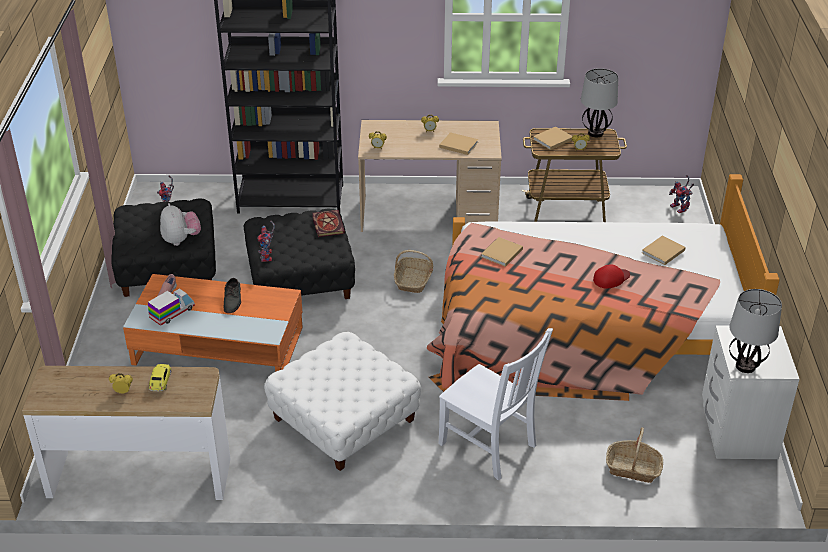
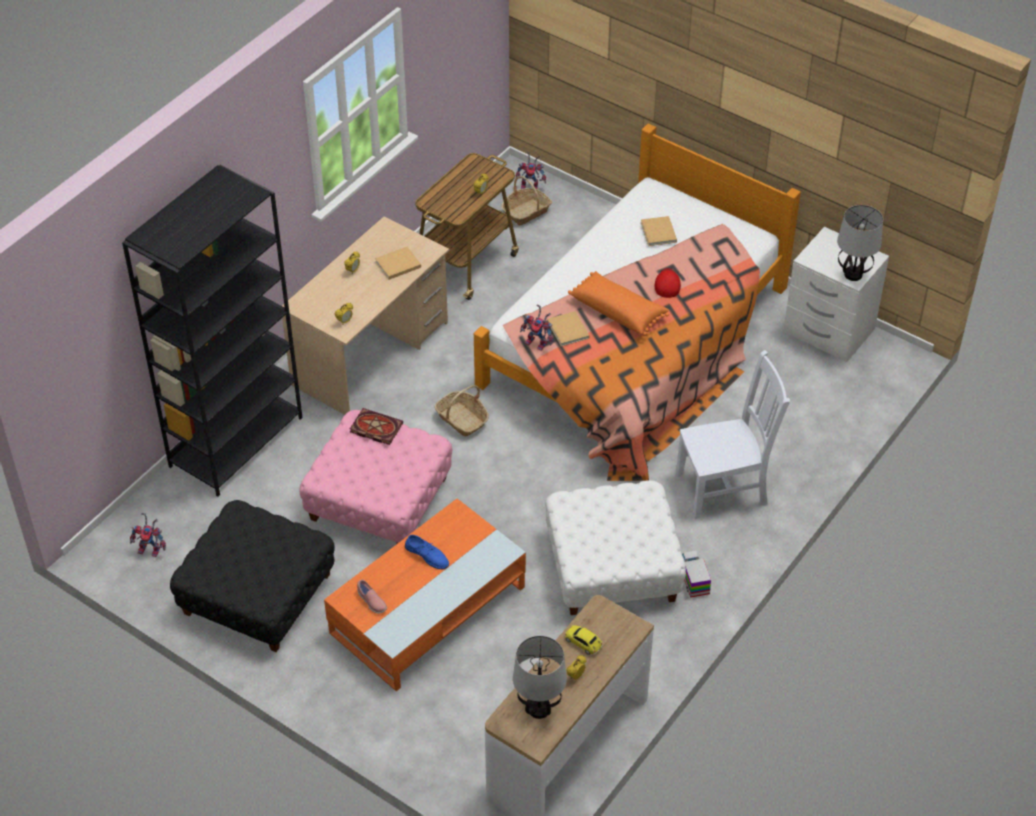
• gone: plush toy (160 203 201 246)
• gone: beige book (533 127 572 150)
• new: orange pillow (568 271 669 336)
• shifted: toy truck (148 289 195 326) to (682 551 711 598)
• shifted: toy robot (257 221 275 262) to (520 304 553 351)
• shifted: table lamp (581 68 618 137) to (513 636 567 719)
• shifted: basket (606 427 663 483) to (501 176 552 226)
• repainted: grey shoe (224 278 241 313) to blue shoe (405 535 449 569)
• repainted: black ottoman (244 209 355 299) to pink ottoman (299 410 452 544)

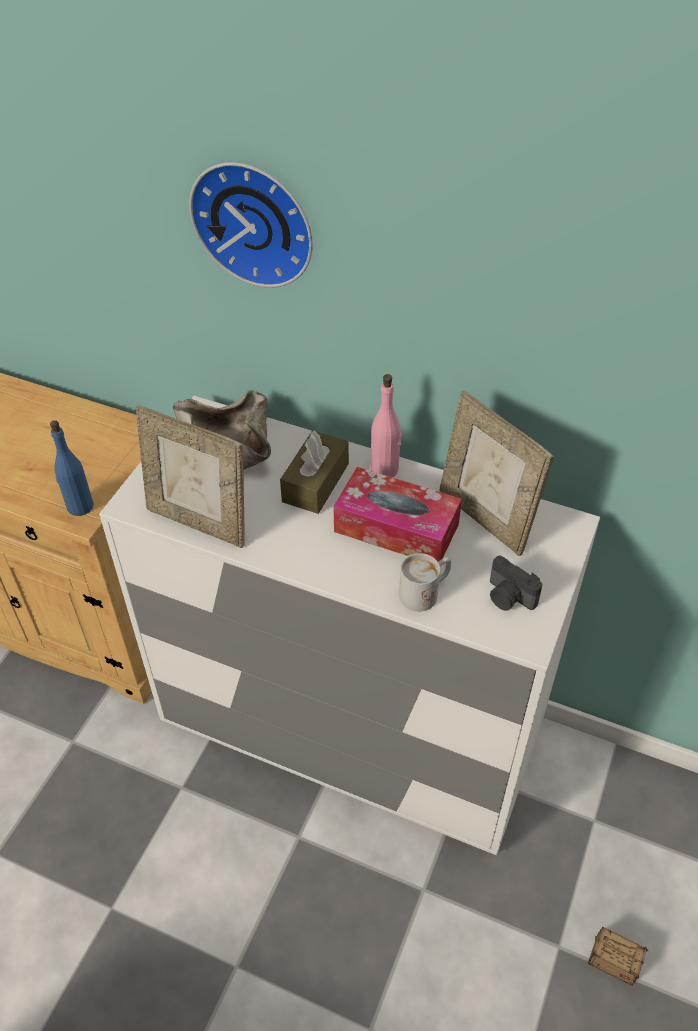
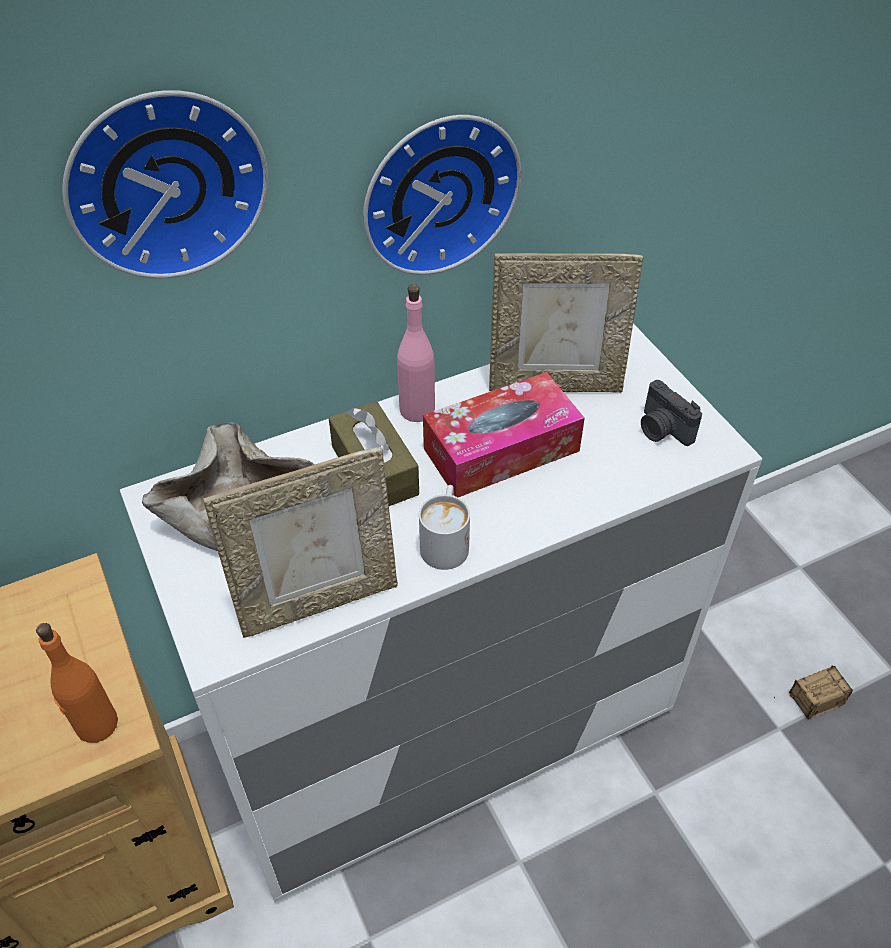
• new: wall clock (363 115 521 275)
• shifted: white mug (399 553 451 612) to (419 485 470 570)
• repainted: blue bottle (50 420 94 516) to orange bottle (36 623 118 743)
• rotated: photo camera (490 556 543 611) = (641 380 702 446) 60 degrees clockwise

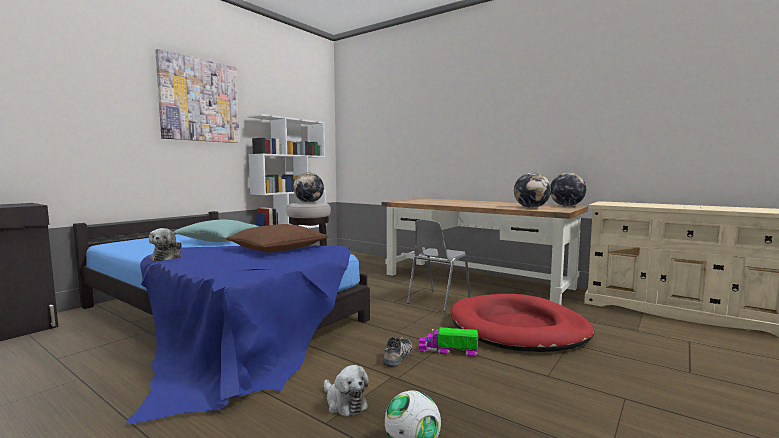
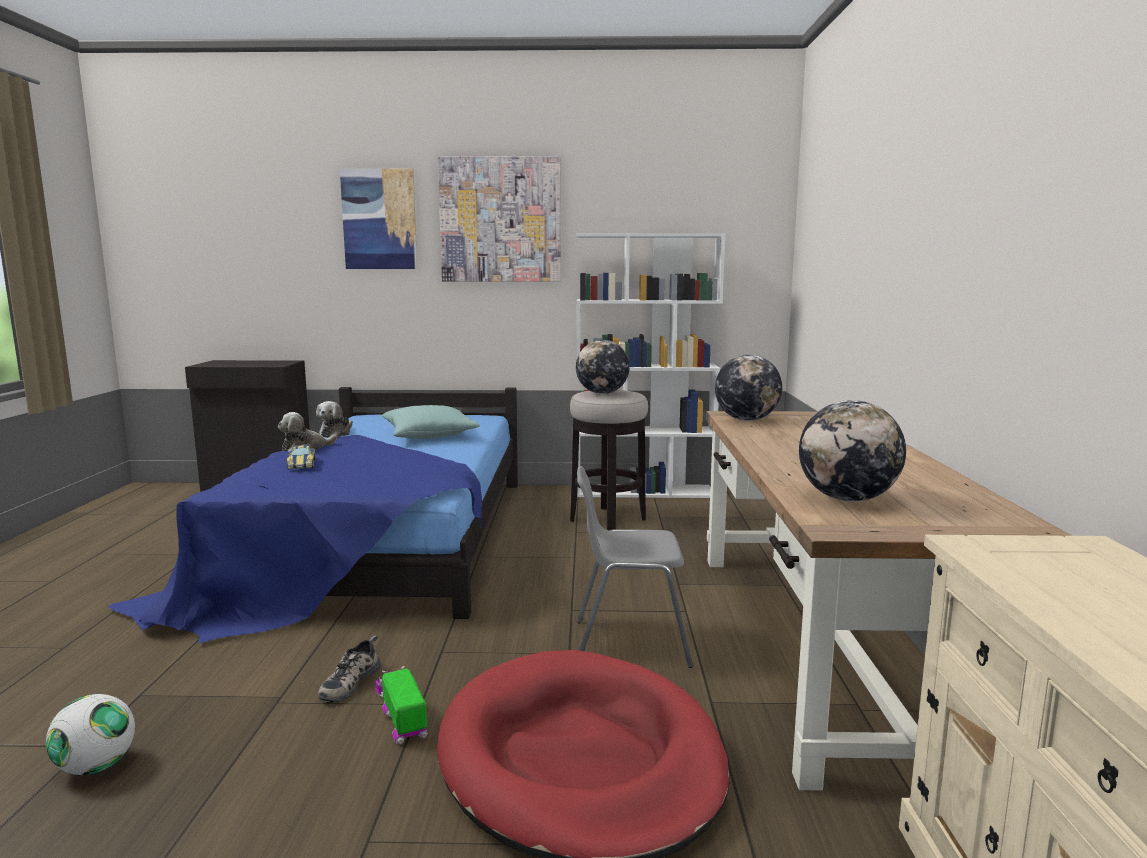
• gone: brown pillow (226 224 328 252)
• new: toy car (287 445 316 470)
• new: picture (340 169 418 269)
• shifted: plush toy (324 365 369 416) to (316 401 353 438)
• shifted: globe (550 172 586 206) to (715 355 782 421)
• rotated: shoe (383 337 413 367) = (318 636 380 703) 120 degrees clockwise

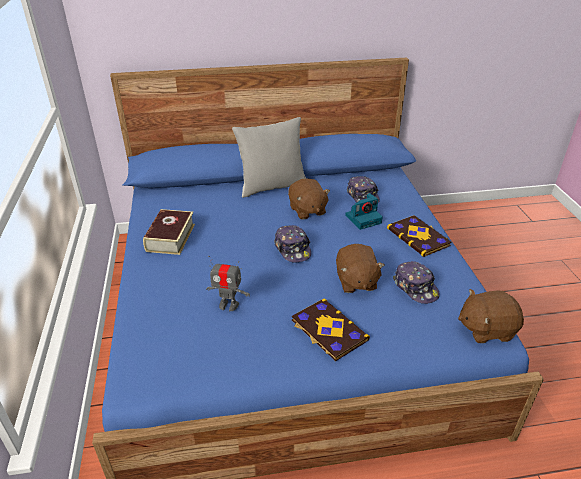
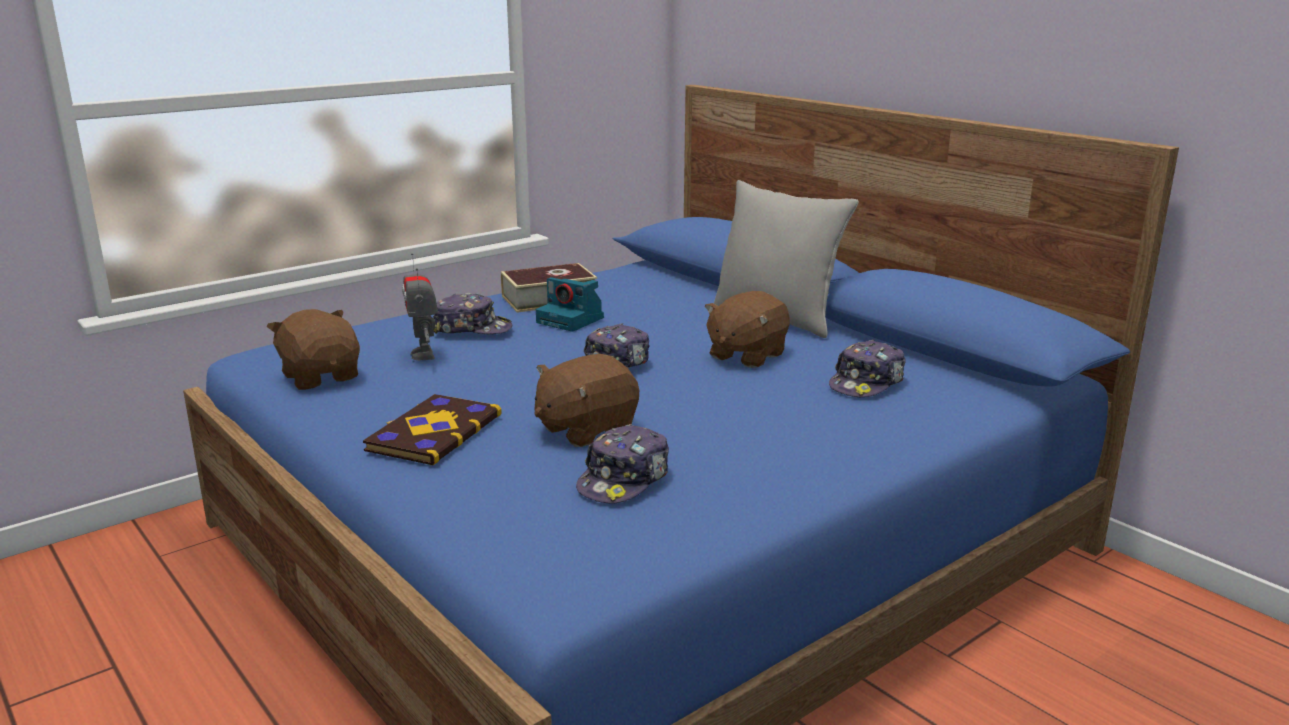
• gone: book (387 215 451 257)
• new: cap (433 293 512 334)
• shifted: photo camera (345 193 383 230) to (536 277 604 332)
• shifted: brown plush toy (458 289 524 343) to (267 309 360 390)

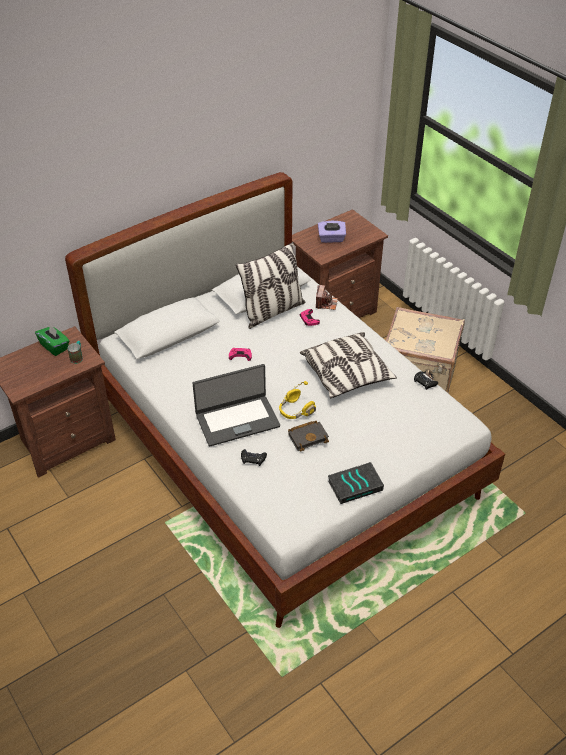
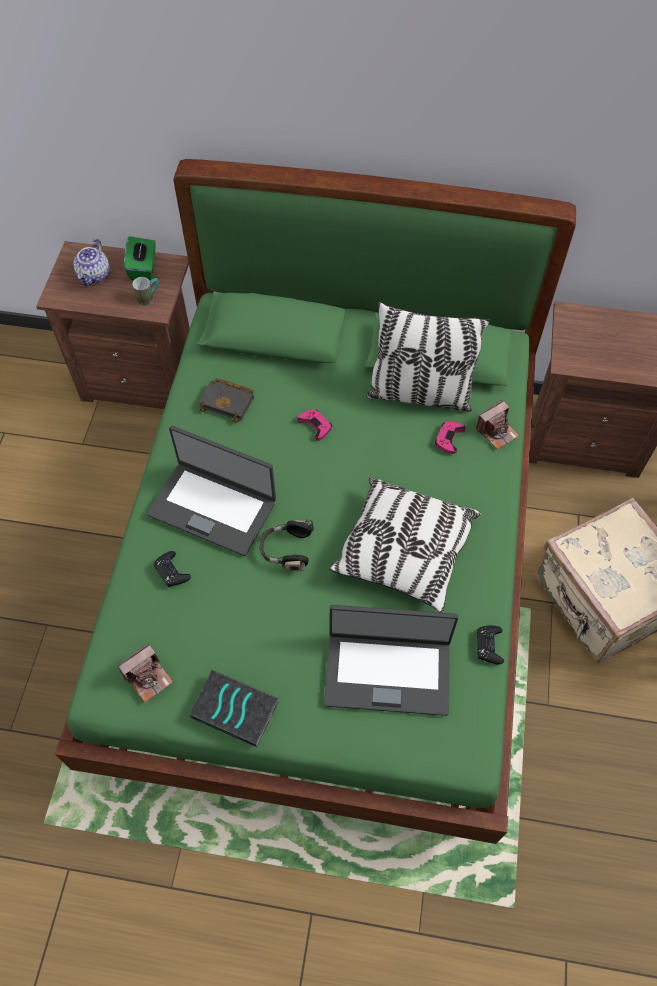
• gone: purple tissue box (318 221 346 243)
• new: teapot (73 239 110 286)
• new: photo camera (118 643 173 703)
• new: laptop (324 605 458 716)
• shifted: black book (288 421 329 451) to (198 378 254 423)
• repainted: white bed (65 172 505 628) to green bed (55 159 576 844)
• repainted: yellow headphones (279 381 316 419) to black headphones (259 520 314 571)

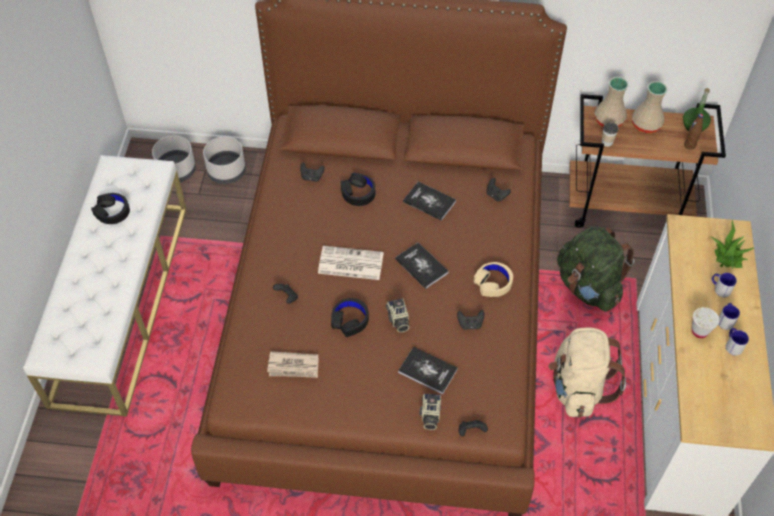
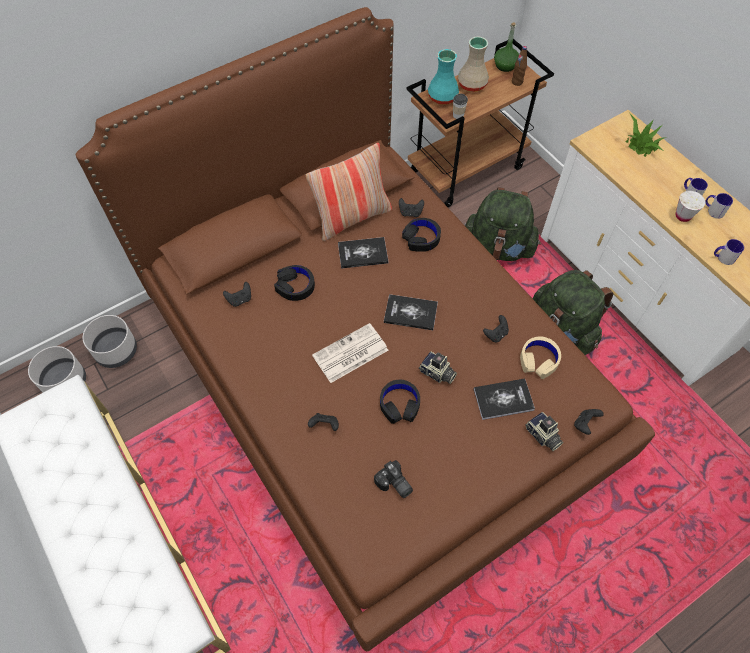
• new: pillow (306 143 392 241)
• shifted: black headphones (91 193 130 224) to (402 218 441 252)
• shifted: beige headphones (473 262 513 297) to (520 336 561 379)
• shifted: mug (712 273 737 297) to (714 239 744 265)
• swapped: newspaper (267 351 319 378) to photo camera (374 460 413 498)
• repainted: beige backpack (548 327 626 418) to green backpack (532 270 613 355)
• repainted: beige vase (595 77 629 127) to turquoise vase (428 49 459 105)

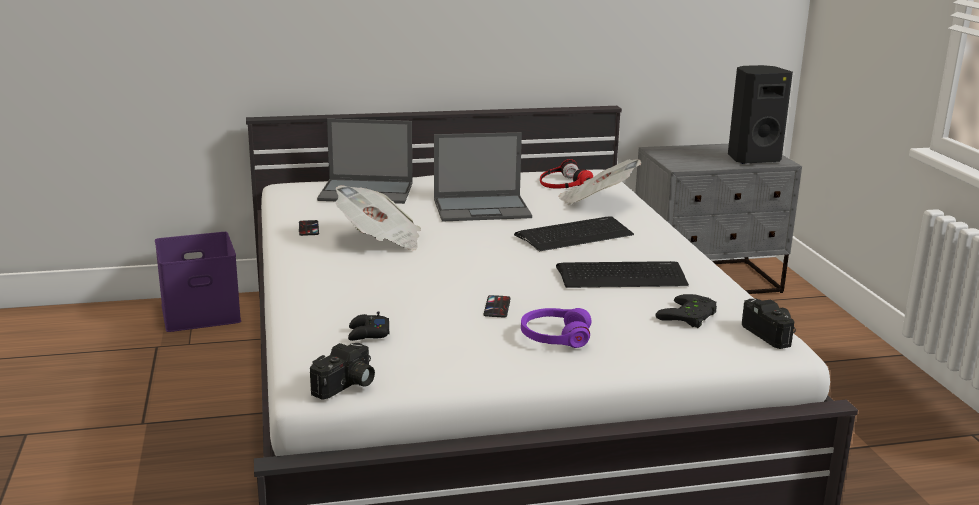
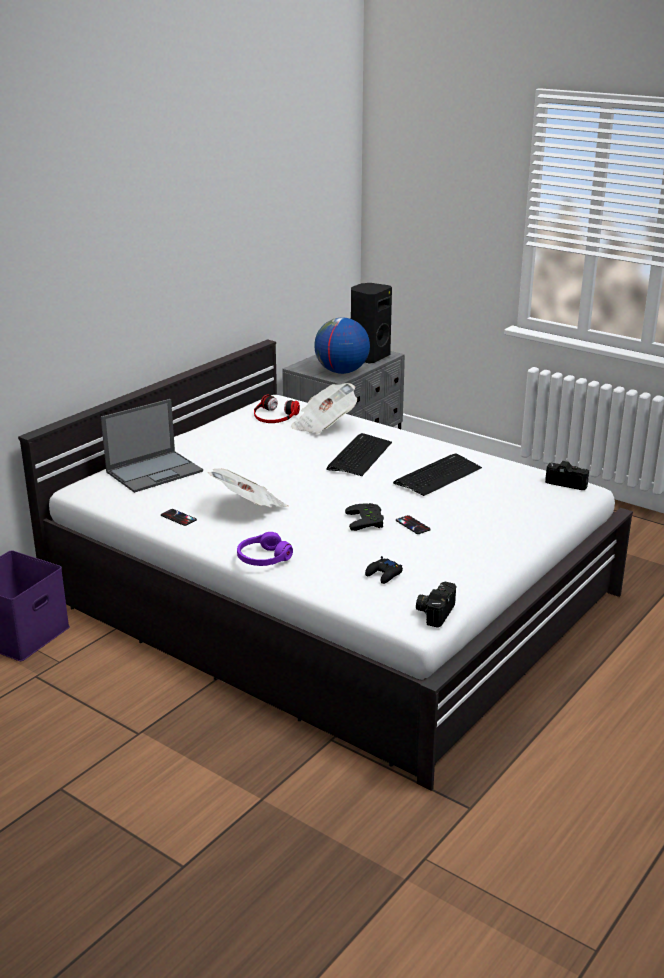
• gone: laptop (434 132 532 221)
• new: globe (315 317 370 374)
• shifted: purple headphones (521 308 591 348) to (237 532 293 566)
• shifted: black game controller (655 294 717 328) to (345 503 384 531)
• rotated: photo camera (310 343 375 400) = (416 582 457 628) 150 degrees counterclockwise

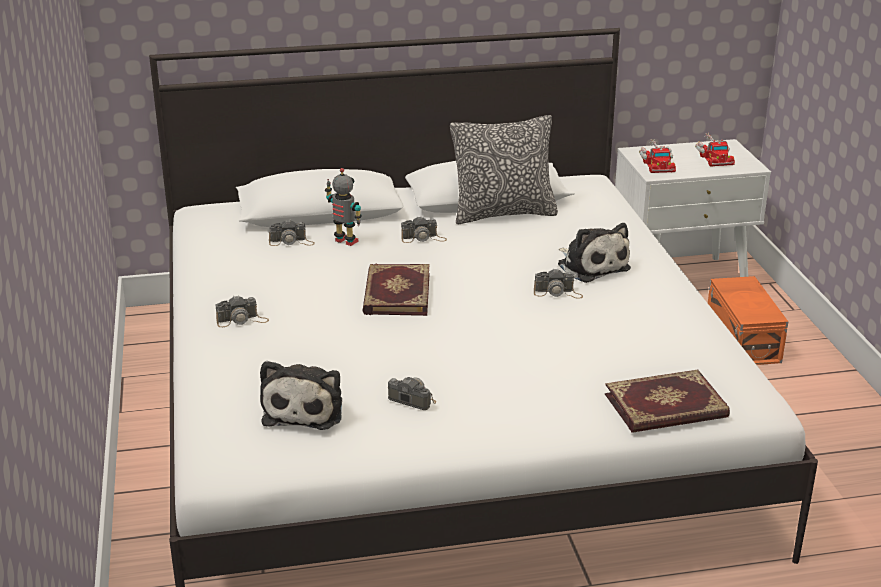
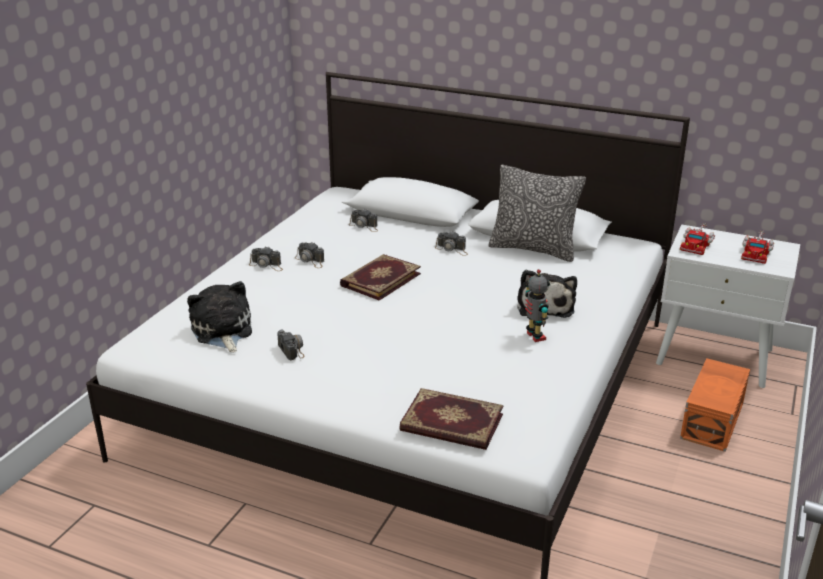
• shifted: toy robot (325 168 362 246) to (525 269 550 342)
• shifted: photo camera (534 268 583 299) to (295 242 324 268)
• rotated: plush toy (260 361 342 430) = (187 281 252 353) 120 degrees clockwise

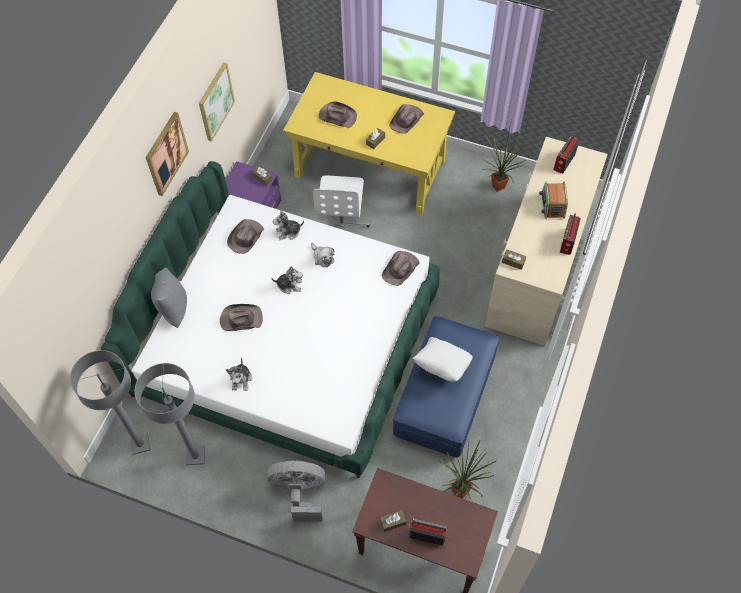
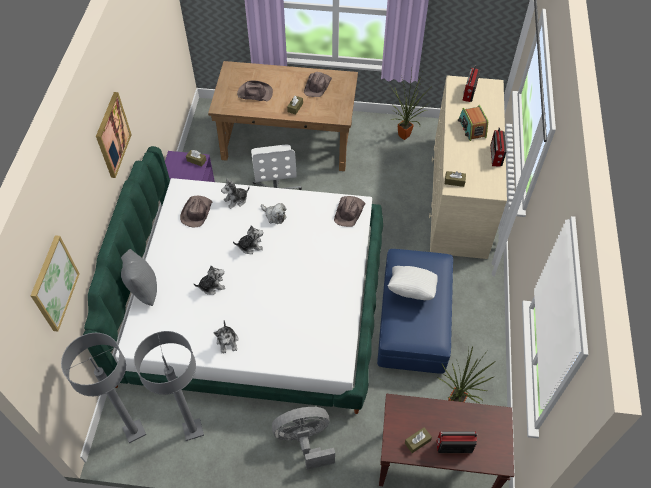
• shifted: picture (199 62 235 142) to (31 235 80 332)
• swapped: brown hat (220 304 263 331) to plush toy (194 266 225 295)
• repainted: yellow desk (283 72 455 215) to brown desk (208 61 358 171)

